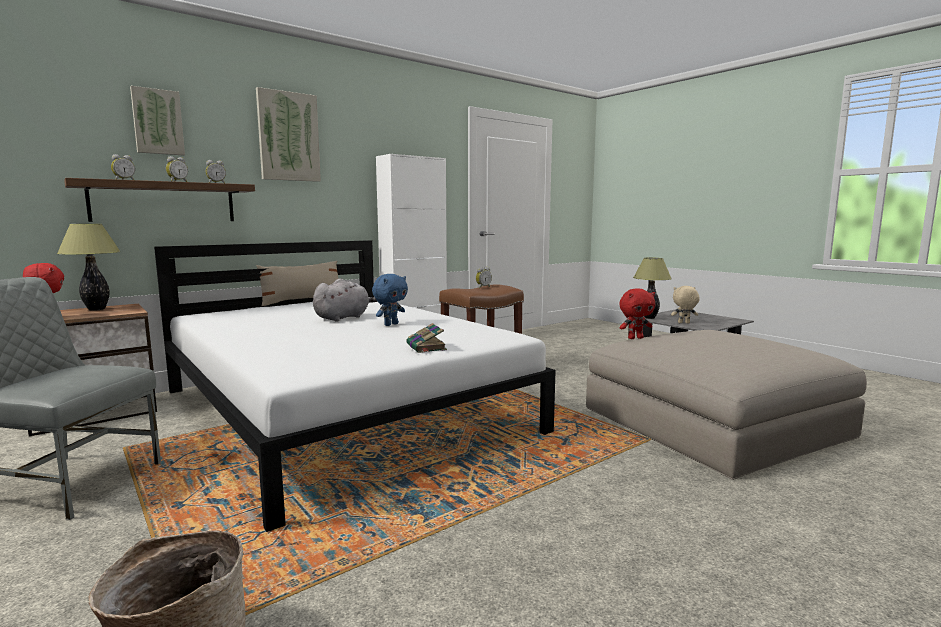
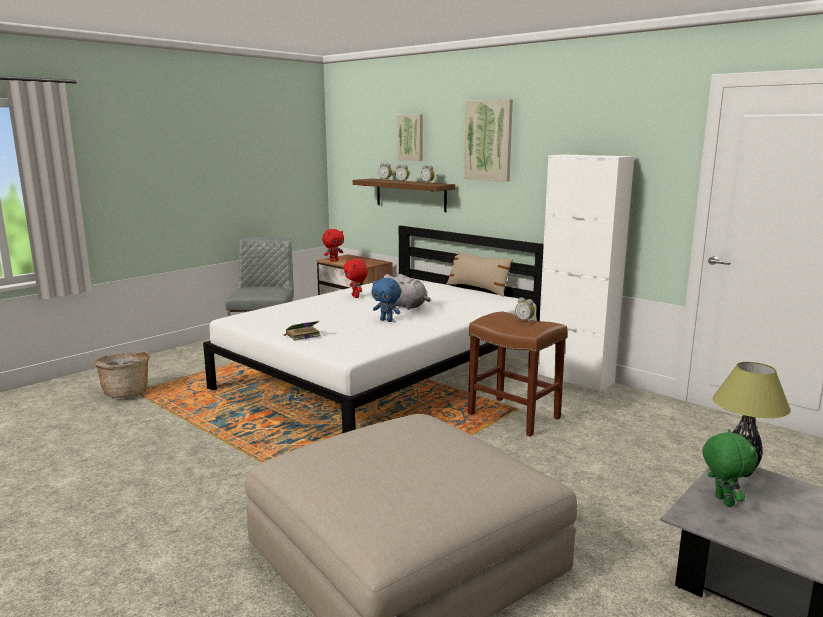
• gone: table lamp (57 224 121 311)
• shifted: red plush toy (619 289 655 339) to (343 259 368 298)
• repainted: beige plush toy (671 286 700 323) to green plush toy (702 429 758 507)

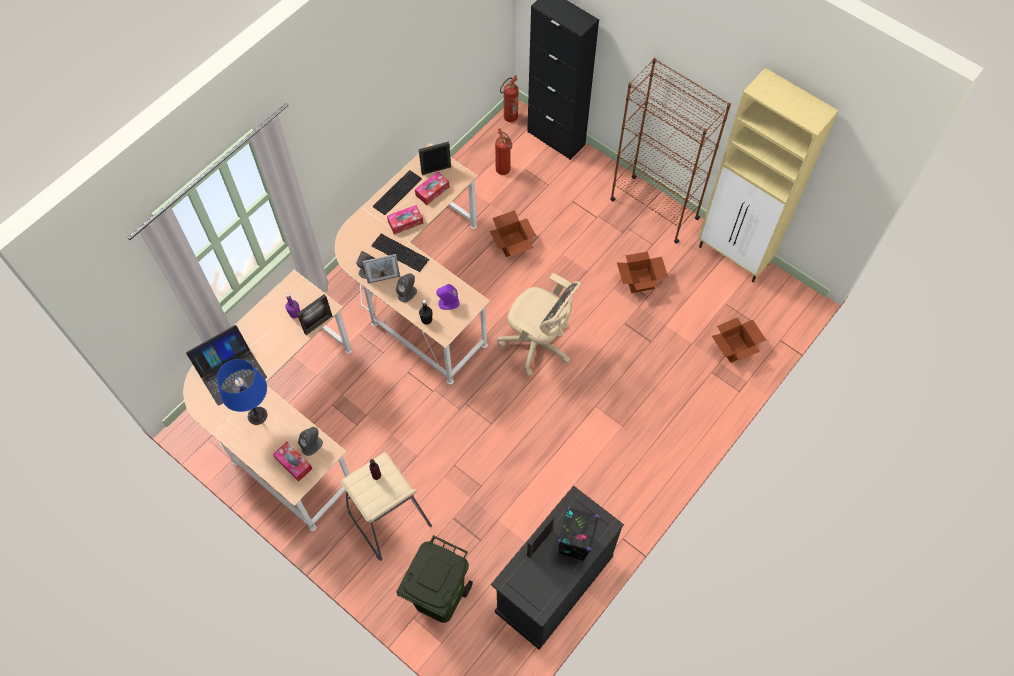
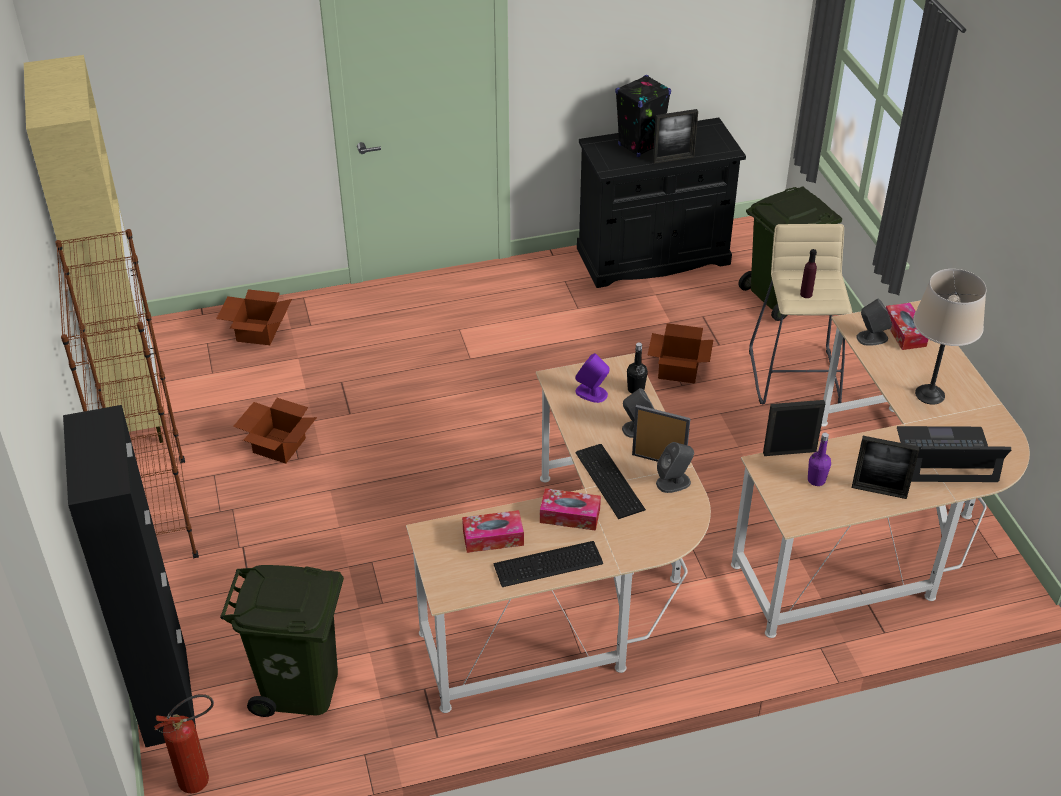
• gone: beige office chair (497 273 581 376)
• shifted: picture frame (419 141 451 175) to (852 436 920 499)
• shifted: cardboard box (490 210 536 257) to (648 323 713 384)
• swapped: fire extinguisher (495 128 512 175) to green trash can (220 565 344 717)
• repainted: blue table lamp (217 359 267 425) to beige table lamp (913 269 986 405)

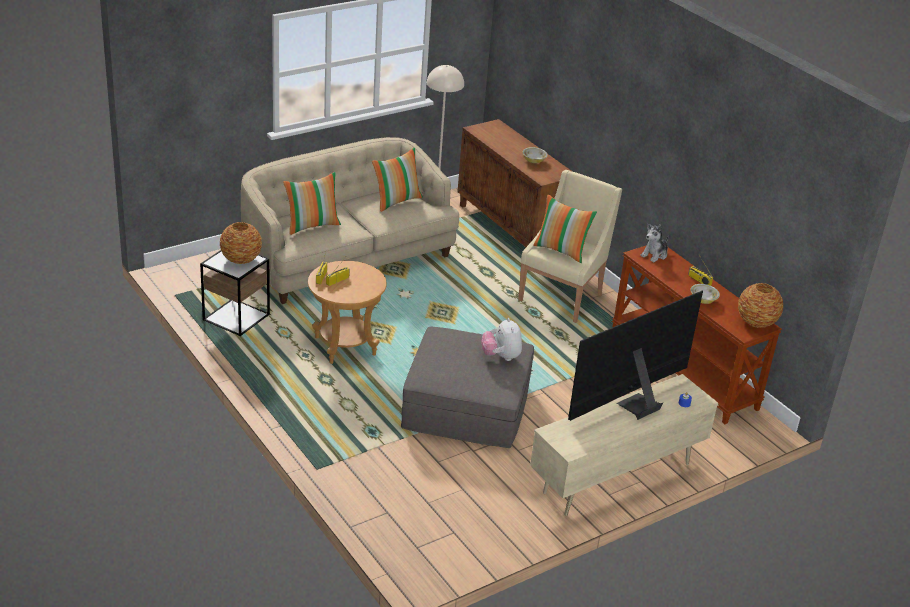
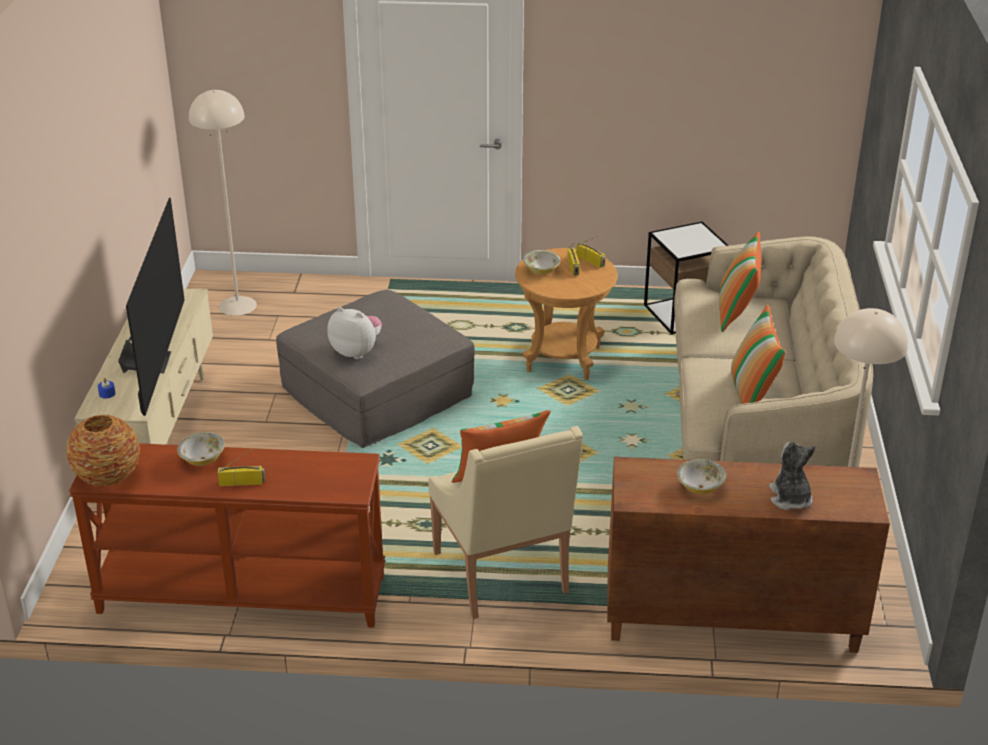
• gone: vase (220 222 262 264)
• new: beige floor lamp (189 90 257 316)
• new: bowl (523 250 561 275)
• shifted: plush toy (640 223 668 262) to (769 441 816 510)

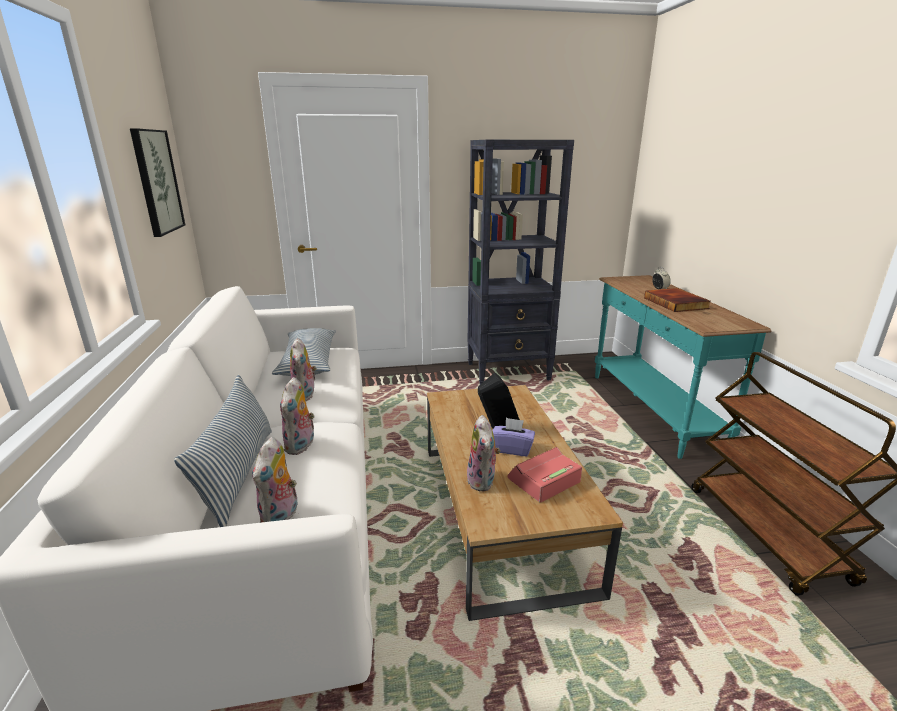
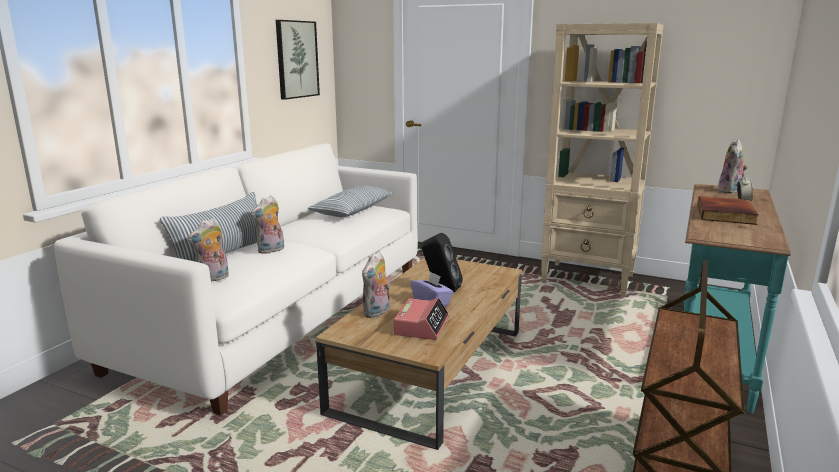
• shifted: plush toy (290 338 317 401) to (718 138 748 194)
• repainted: black bookcase (468 140 574 384) to beige bookcase (541 23 664 296)
• rotated: alarm clock (507 447 582 502) = (394 298 449 340) 105 degrees clockwise

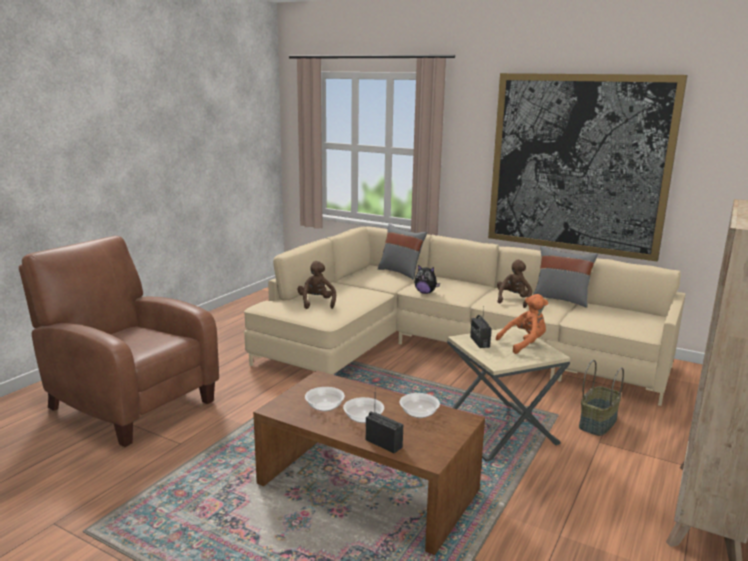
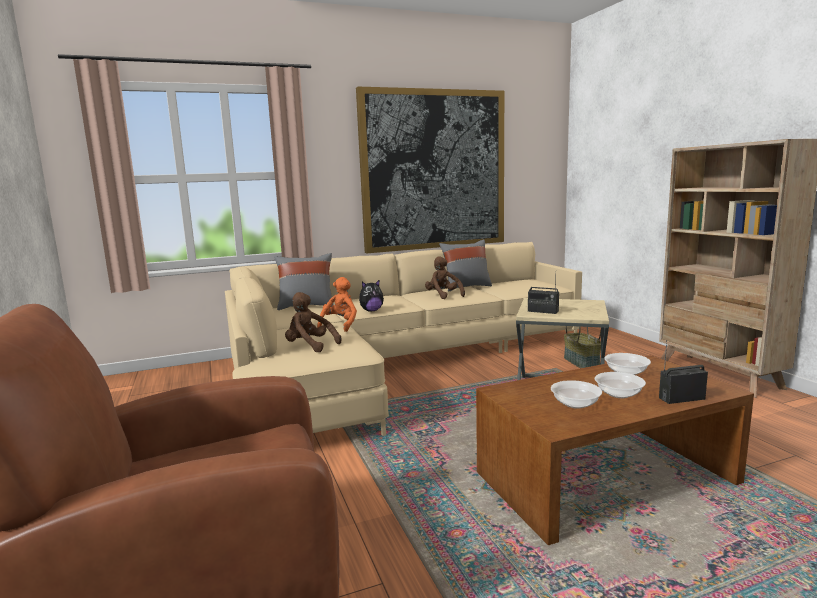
• shifted: orange plush toy (496 294 548 354) to (317 277 357 332)

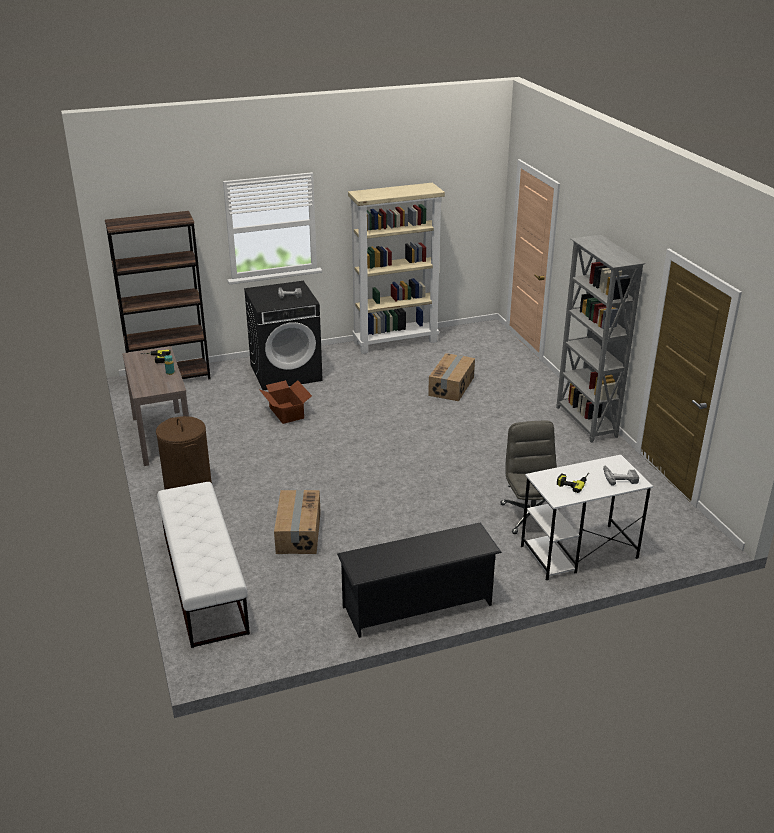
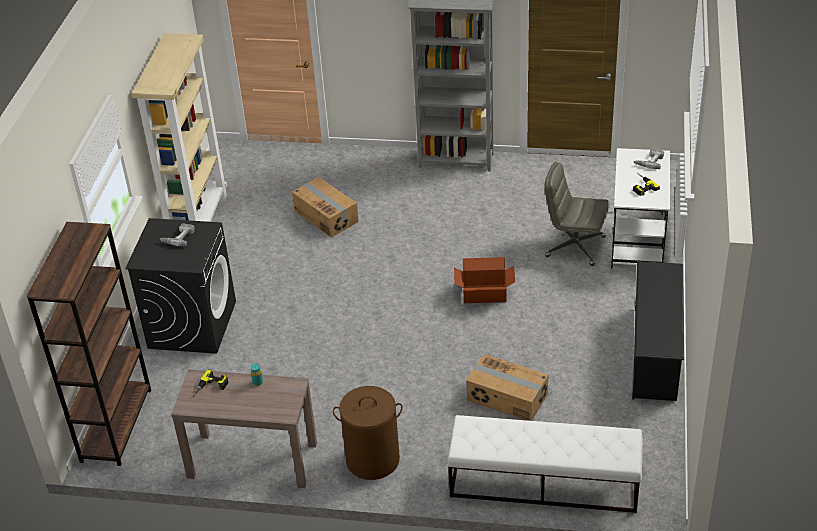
• shifted: cardboard box (260 380 312 424) to (454 257 515 303)

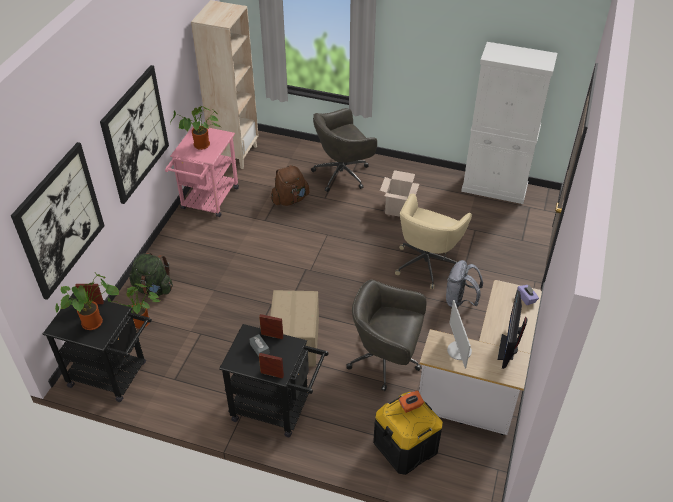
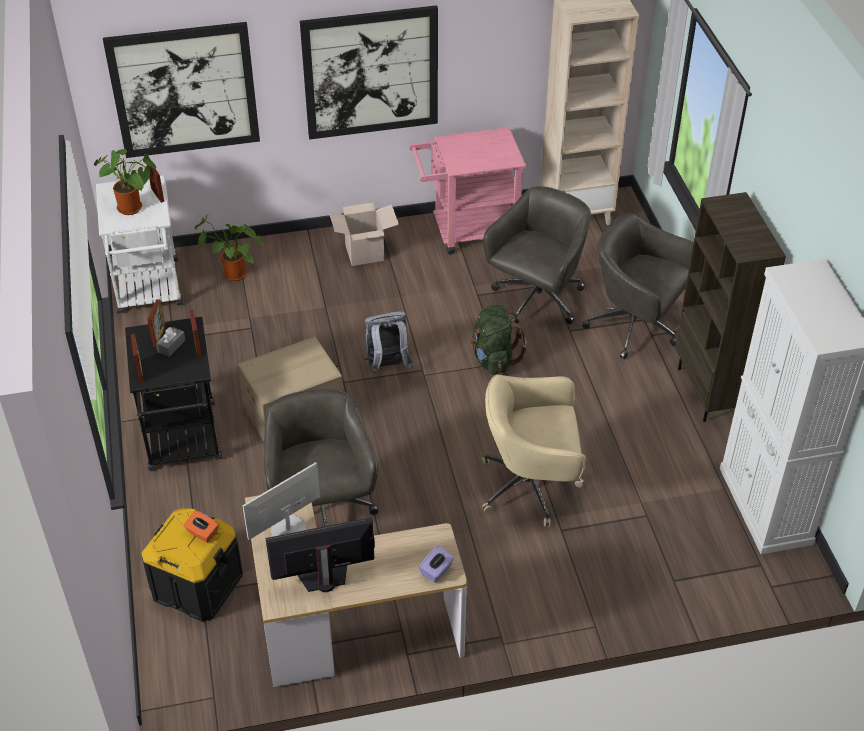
• gone: potted plant (170 106 220 150)
• new: picture frame (147 299 166 347)
• new: brown bookcase (675 192 786 422)
• shifted: green backpack (129 253 173 296) to (469 305 527 375)
• shifted: cardboard box (380 170 419 217) to (329 202 399 266)
• shifted: grey backpack (446 260 483 308) to (364 311 413 374)
• swapped: brown backpack (271 165 310 206) to grey office chair (483 186 591 324)
• repainted: black cart (43 293 152 402) to white cart (96 175 183 313)

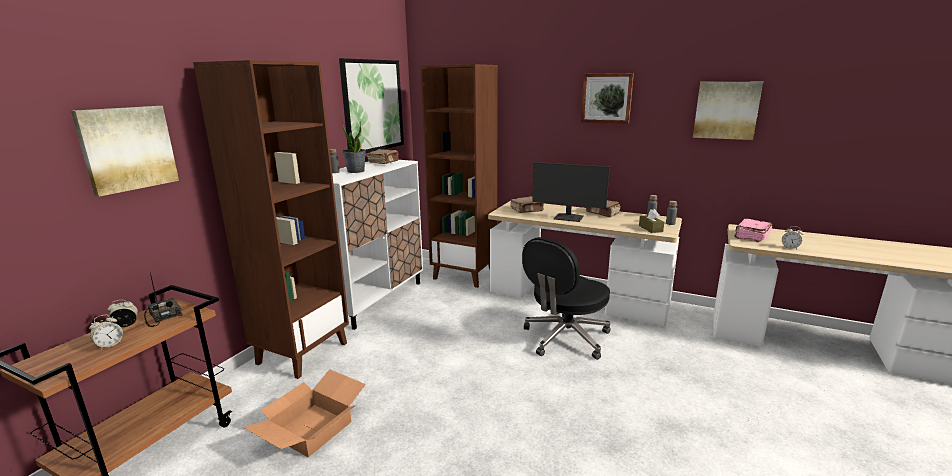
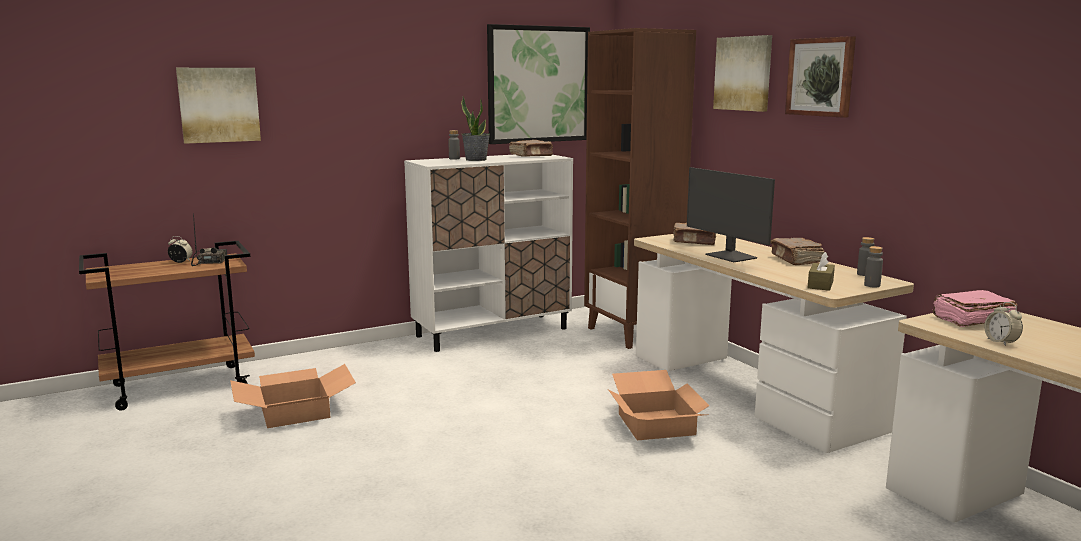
• gone: alarm clock (89 315 123 350)
• gone: brown bookcase (193 60 349 379)
• shifted: picture (693 82 763 140) to (713 35 772 112)
• swapped: black office chair (522 237 611 360) to cardboard box (609 370 709 440)

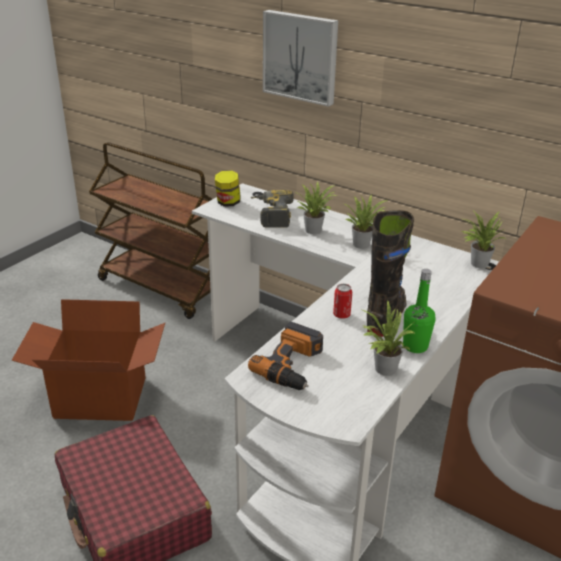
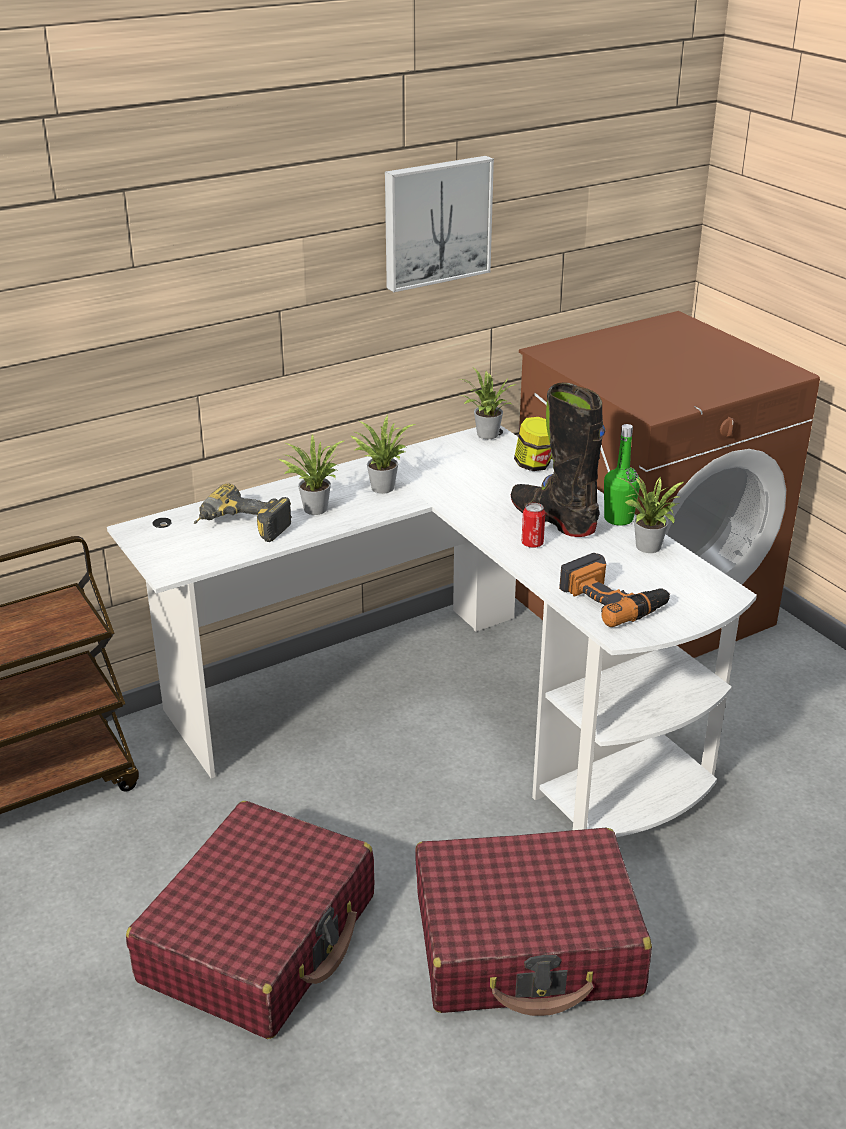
• shifted: jar (215 170 241 207) to (514 417 551 471)
• shifted: picture (263 10 338 107) to (385 156 494 292)
• swapped: cardboard box (12 299 165 421) to red suitcase (126 801 375 1039)

